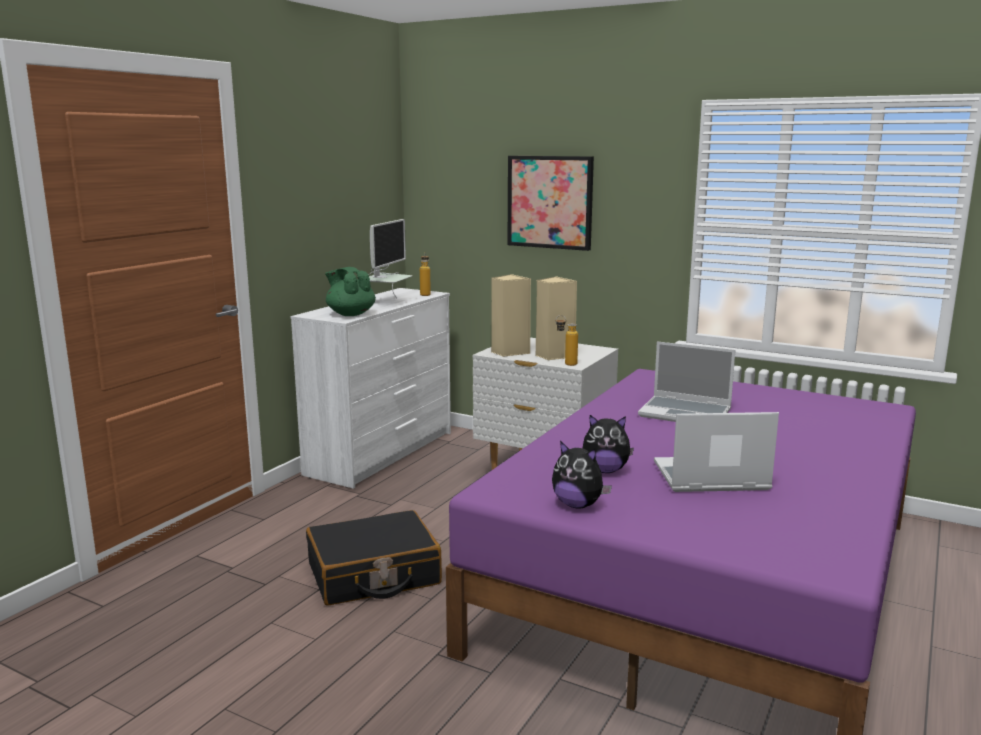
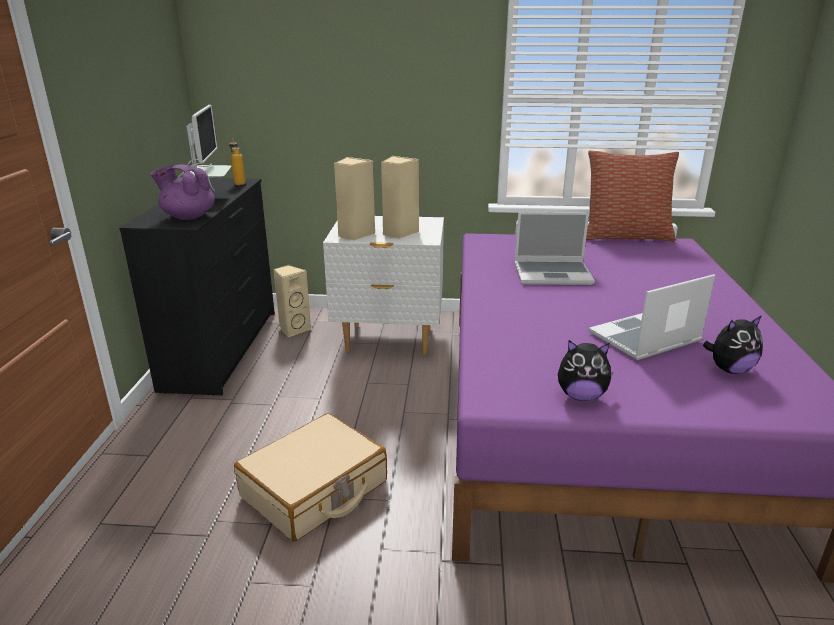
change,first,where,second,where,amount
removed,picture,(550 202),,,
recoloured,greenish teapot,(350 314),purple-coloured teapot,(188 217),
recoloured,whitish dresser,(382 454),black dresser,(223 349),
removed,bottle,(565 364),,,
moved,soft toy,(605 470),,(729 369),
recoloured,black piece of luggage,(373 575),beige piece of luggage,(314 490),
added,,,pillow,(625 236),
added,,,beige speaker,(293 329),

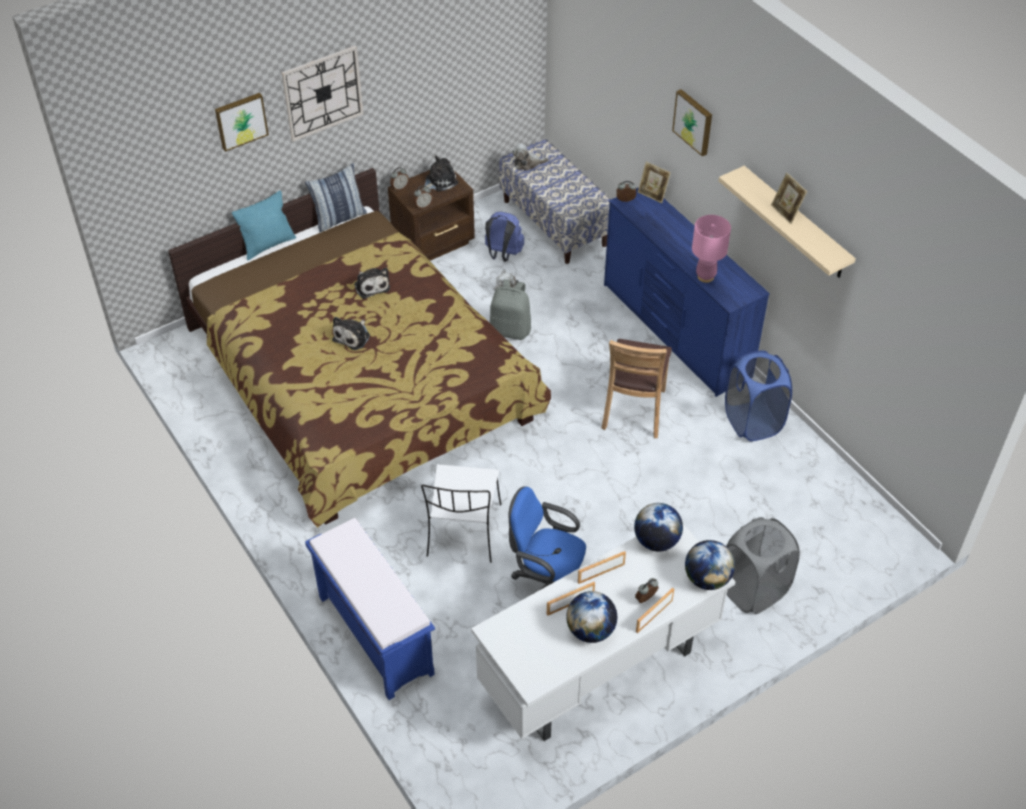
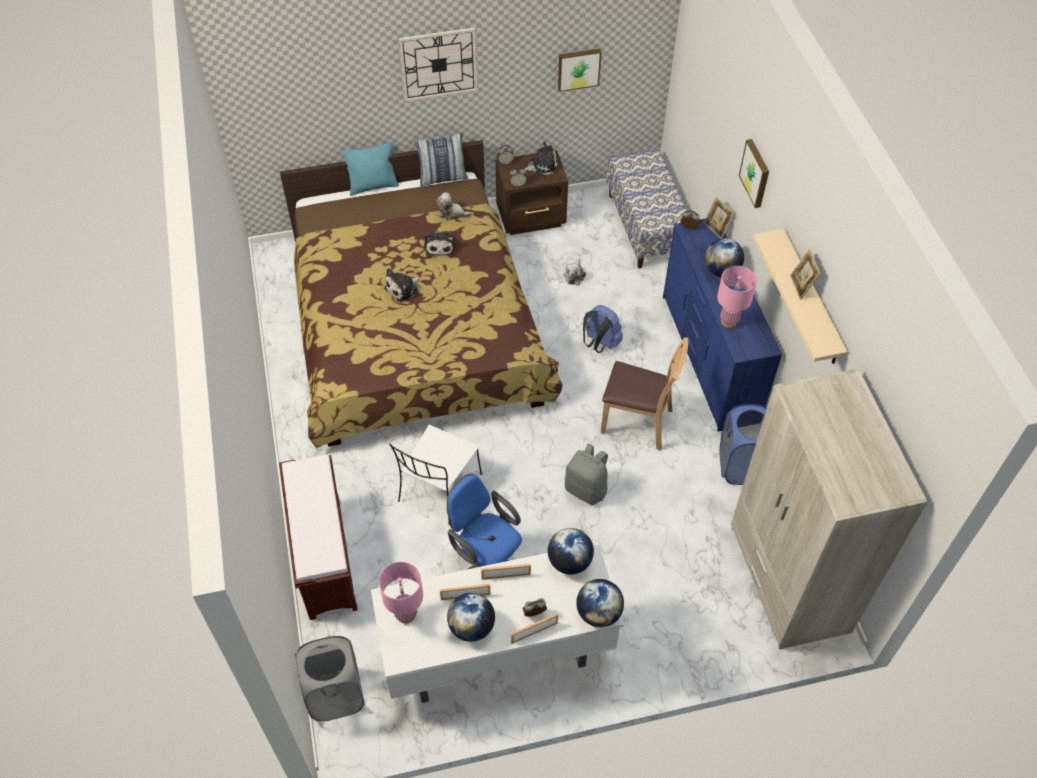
change,first,where,second,where,amount
moved,picture,(240 120),,(578 68),
moved,soft toy,(527 164),,(452 213),
moved,bluish backpack,(502 254),,(600 344),
moved,gray backpack,(511 330),,(586 489),
turned,brownish plain chair,(634 410),,(637 422),105 degrees counterclockwise
moved,gray hamper,(753 590),,(336 695),
recoloured,bluish bench,(374 634),brownish bench,(324 557),
added,,,desk globe,(721 271),
added,,,beige armoire,(788 579),
added,,,pinkish tabletop lamp,(406 614),

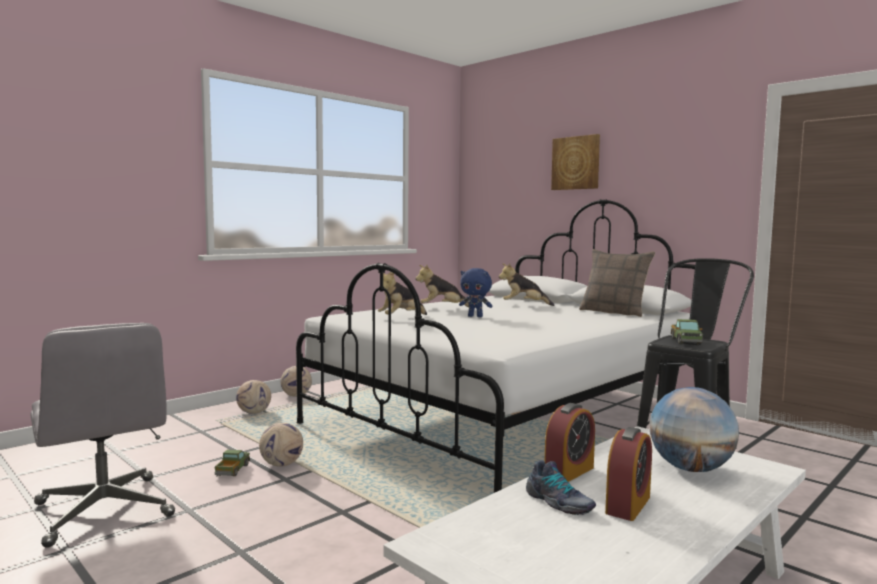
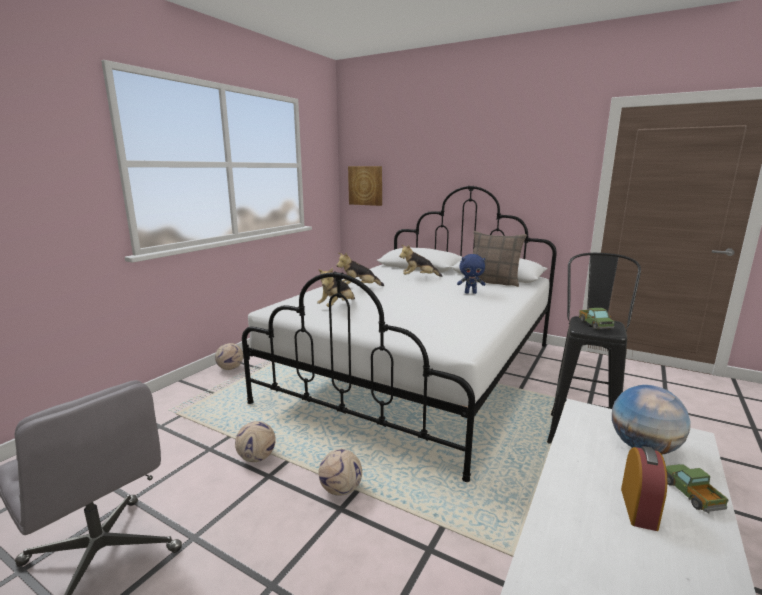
change,first,where,second,where,amount
moved,picture,(576 163),,(365 185),
moved,bluish soft toy,(475 316),,(470 293),
moved,football ball,(254 413),,(341 490),
removed,bedside clock,(569 472),,,
moved,model truck,(232 470),,(691 494),
removed,shoe,(558 503),,,

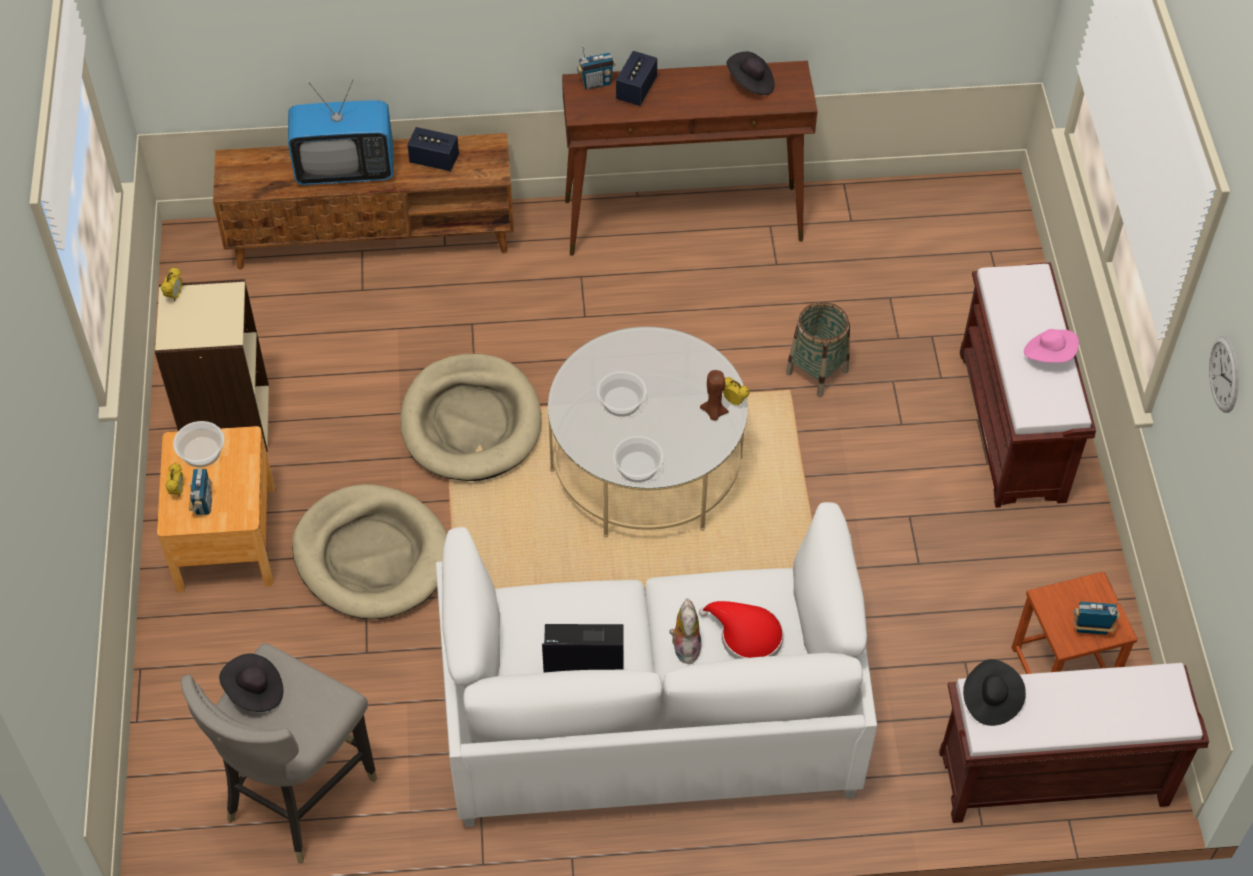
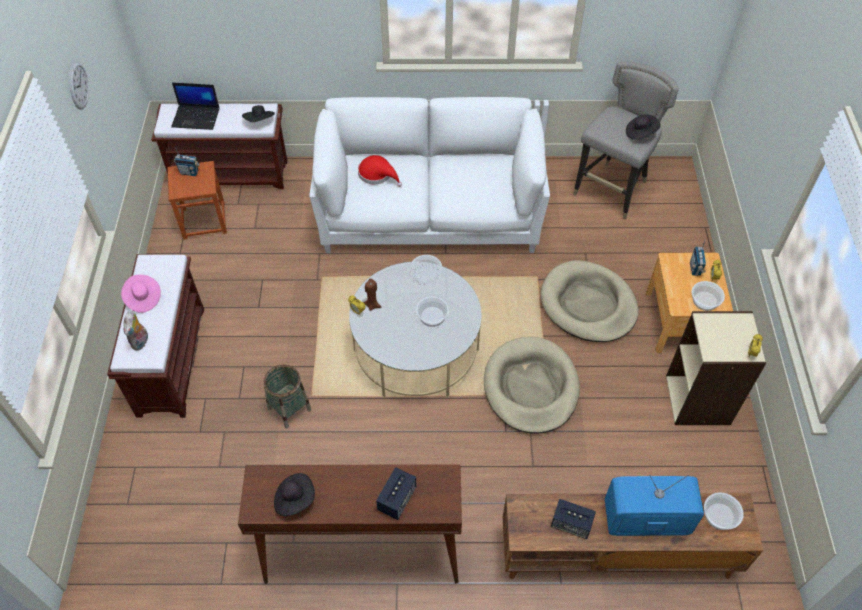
change,first,where,second,where,amount
removed,radio,(596 83),,,
moved,soft toy,(684 647),,(141 342),
moved,notebook computer,(582 651),,(196 117),
added,,,serving bowl,(719 516),

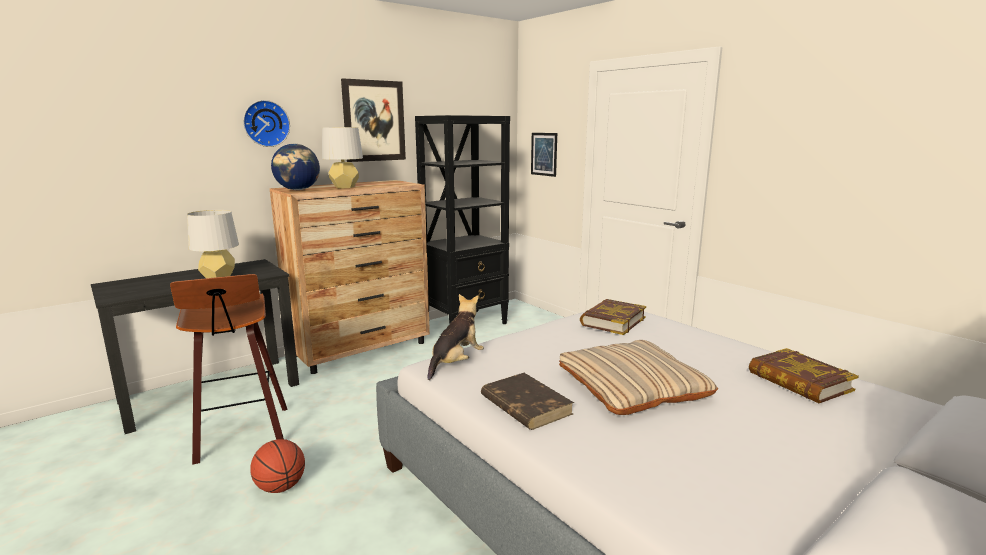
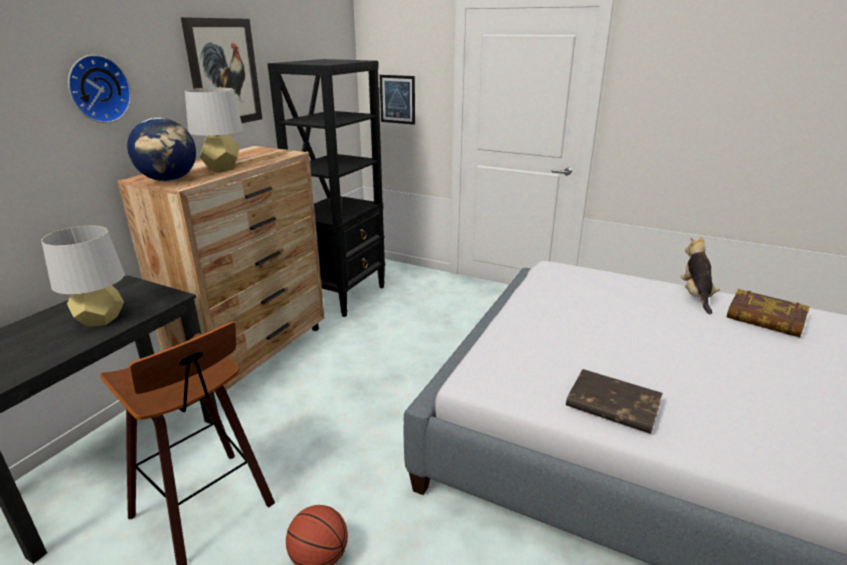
change,first,where,second,where,amount
moved,soft toy,(456 363),,(695 296),
removed,bound book,(612 321),,,
removed,beige pillow,(632 385),,,

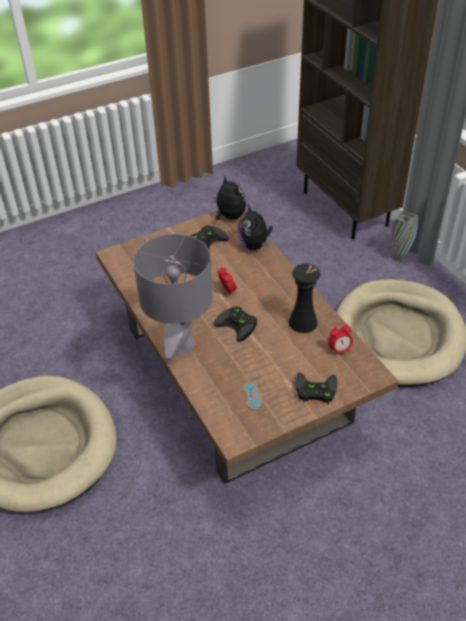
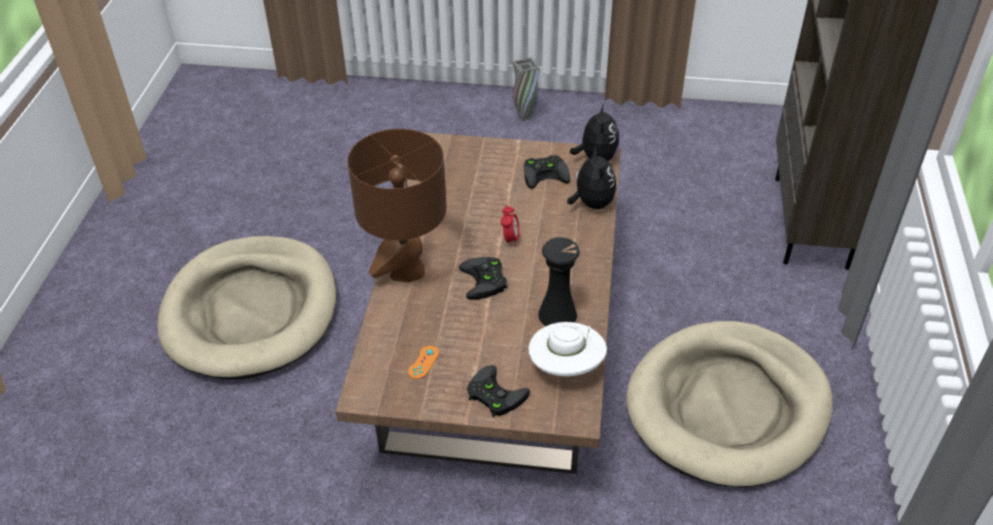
change,first,where,second,where,amount
turned,soft toy,(254 245),,(591 203),150 degrees clockwise
moved,gray vase,(398 258),,(525 117),
recoloured,gray tabletop lamp,(180 345),brownish tabletop lamp,(406 270),
replaced,bedside clock,(339 350),whitish wearable hat,(566 367),
recoloured,gray gamepad,(252 396),orange-coloured gamepad,(423 362),

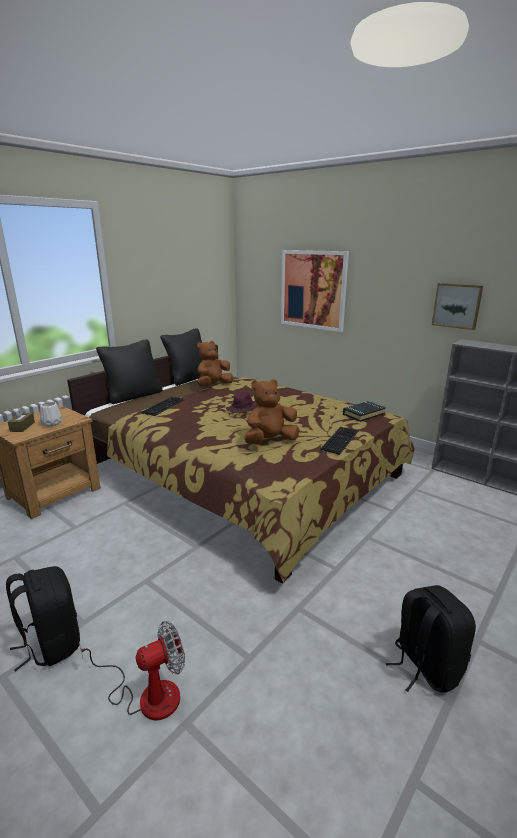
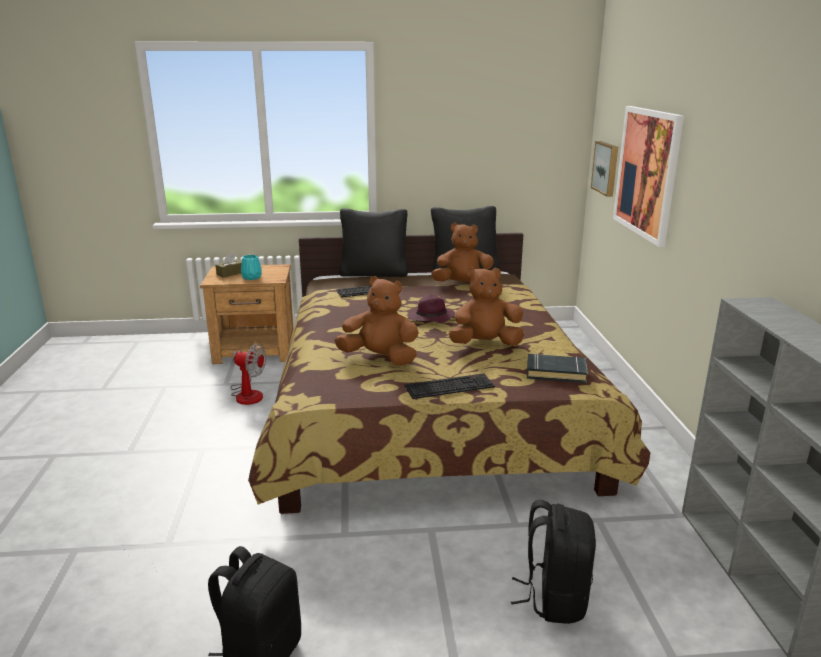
change,first,where,second,where,amount
moved,picture,(457 305),,(606 168),
recoloured,whitish vase,(51 423),turquoise-coloured vase,(252 277),
moved,black backpack,(51 644),,(554 598),
moved,fan,(147 694),,(247 393),
added,,,brownish soft toy,(485 344),

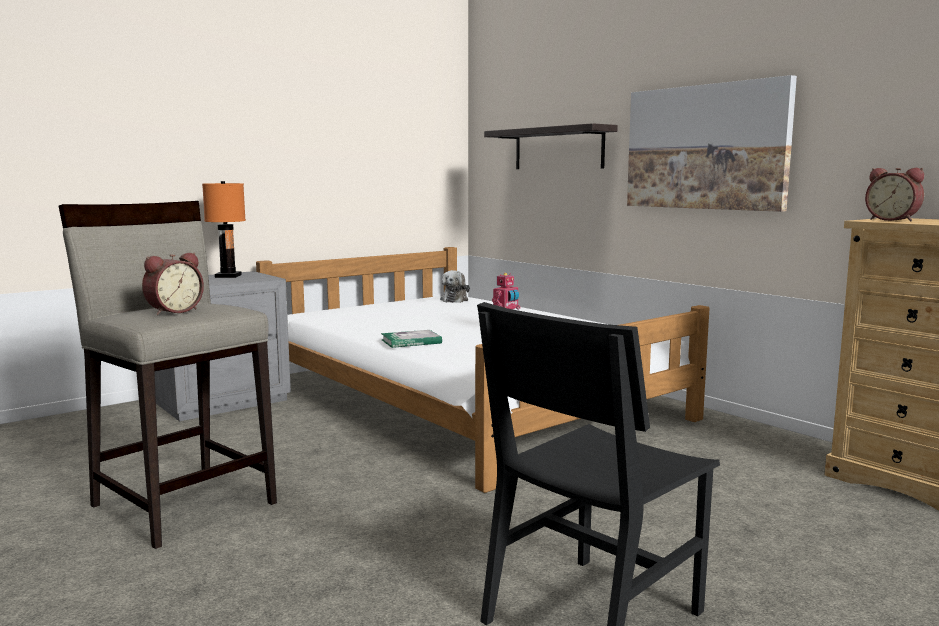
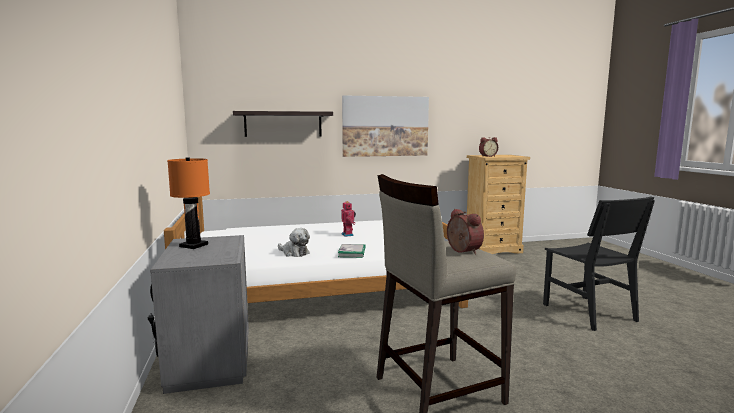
change,first,where,second,where,amount
moved,soft toy,(455 300),,(294 253),

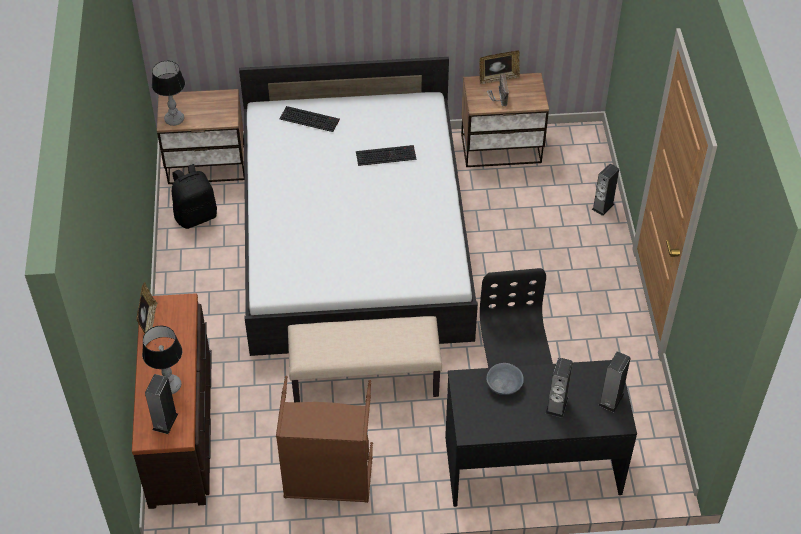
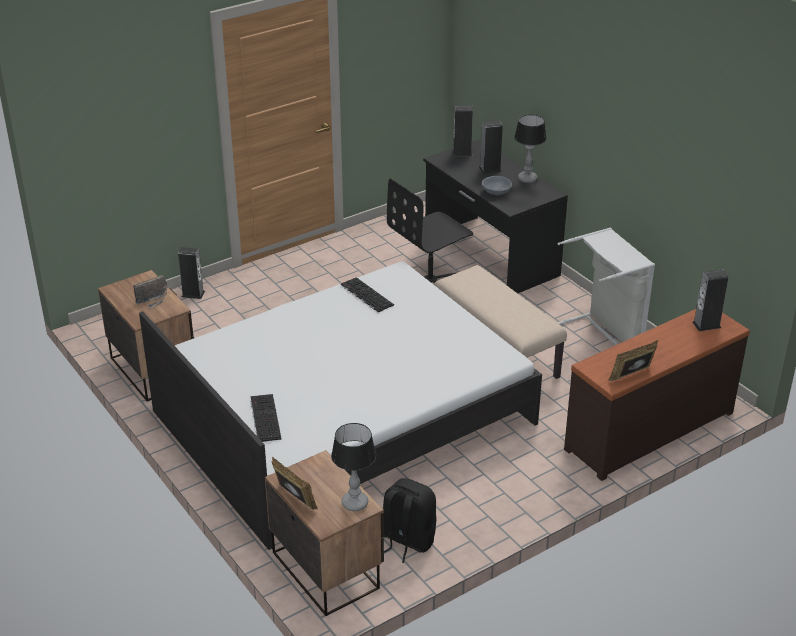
change,first,where,second,where,amount
moved,picture frame,(498 78),,(294 500),
moved,PC keyboard,(386 155),,(365 295),
moved,tabletop lamp,(170 385),,(527 179),
recoloured,brownish hamper,(328 480),gray hamper,(604 336),

